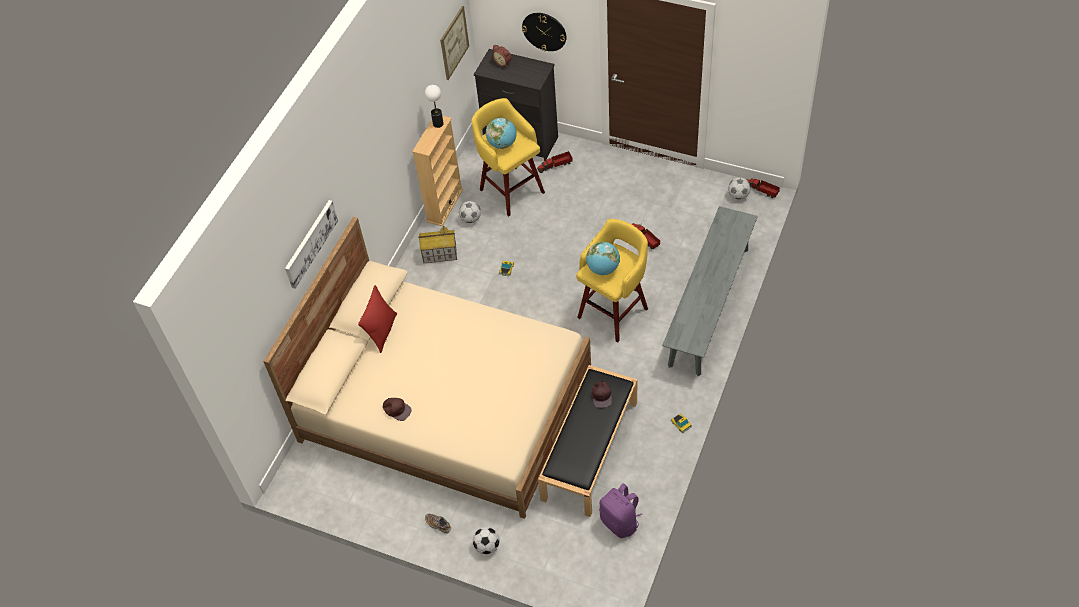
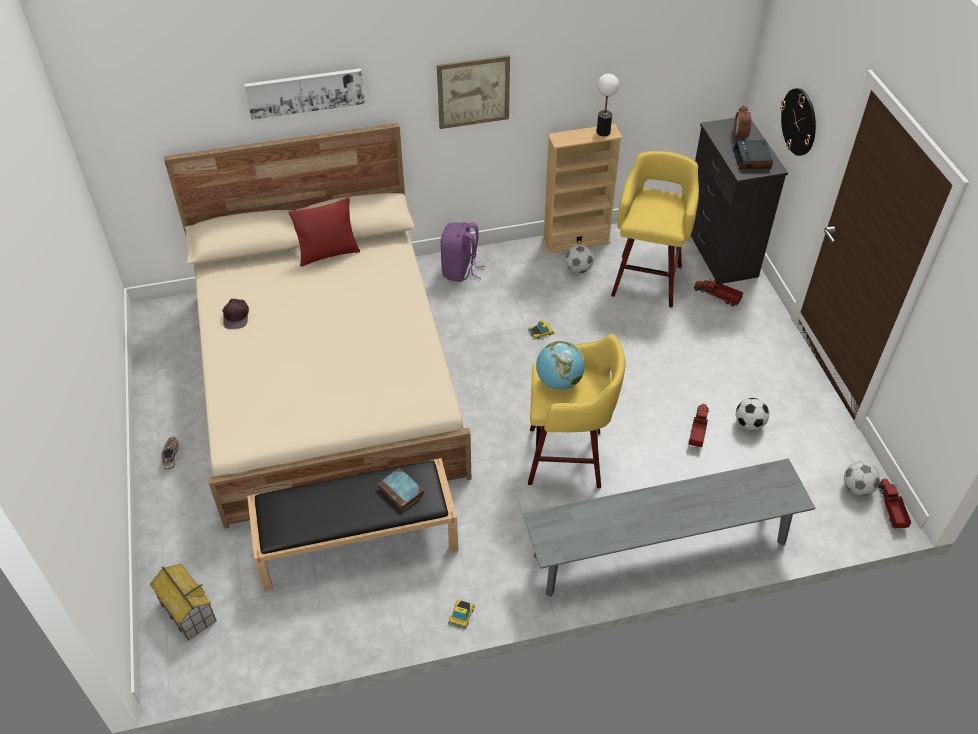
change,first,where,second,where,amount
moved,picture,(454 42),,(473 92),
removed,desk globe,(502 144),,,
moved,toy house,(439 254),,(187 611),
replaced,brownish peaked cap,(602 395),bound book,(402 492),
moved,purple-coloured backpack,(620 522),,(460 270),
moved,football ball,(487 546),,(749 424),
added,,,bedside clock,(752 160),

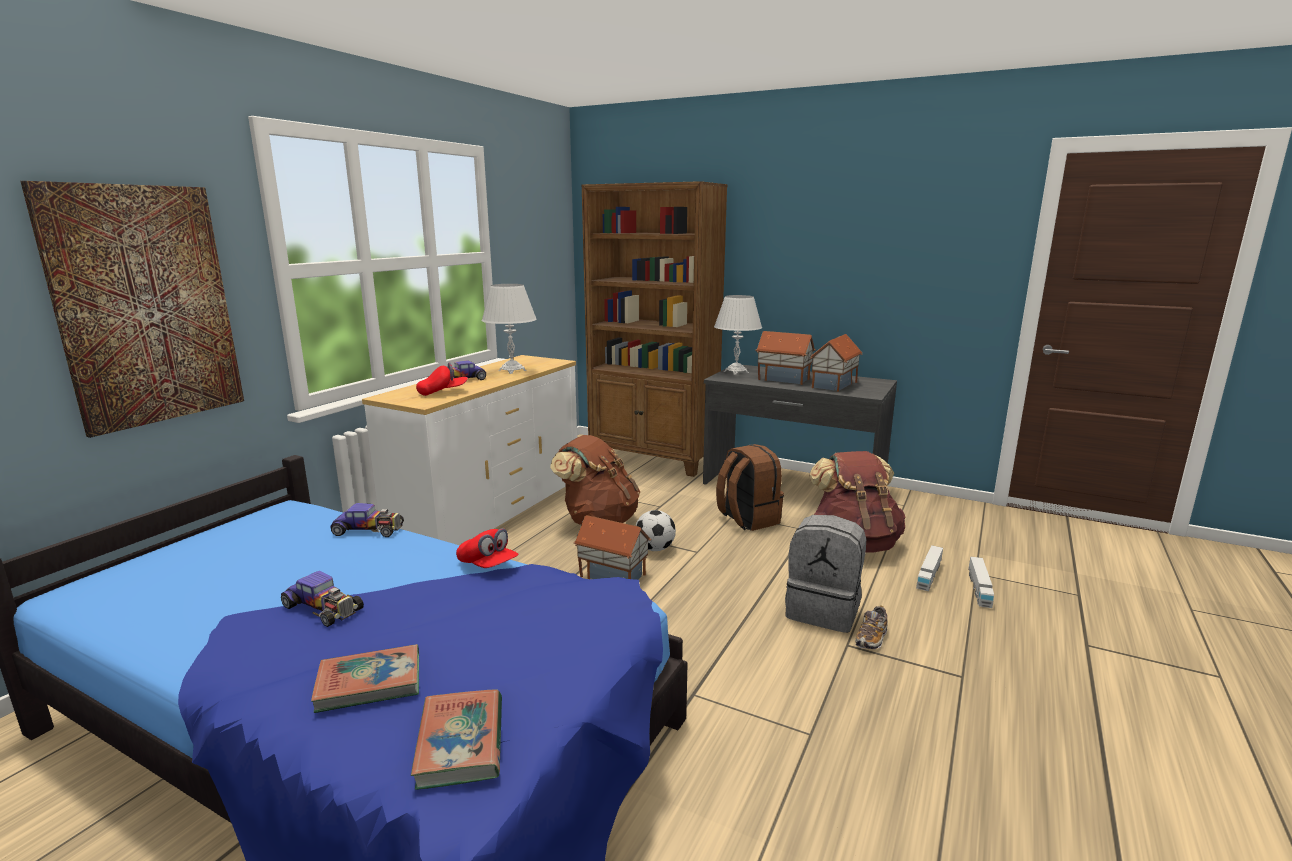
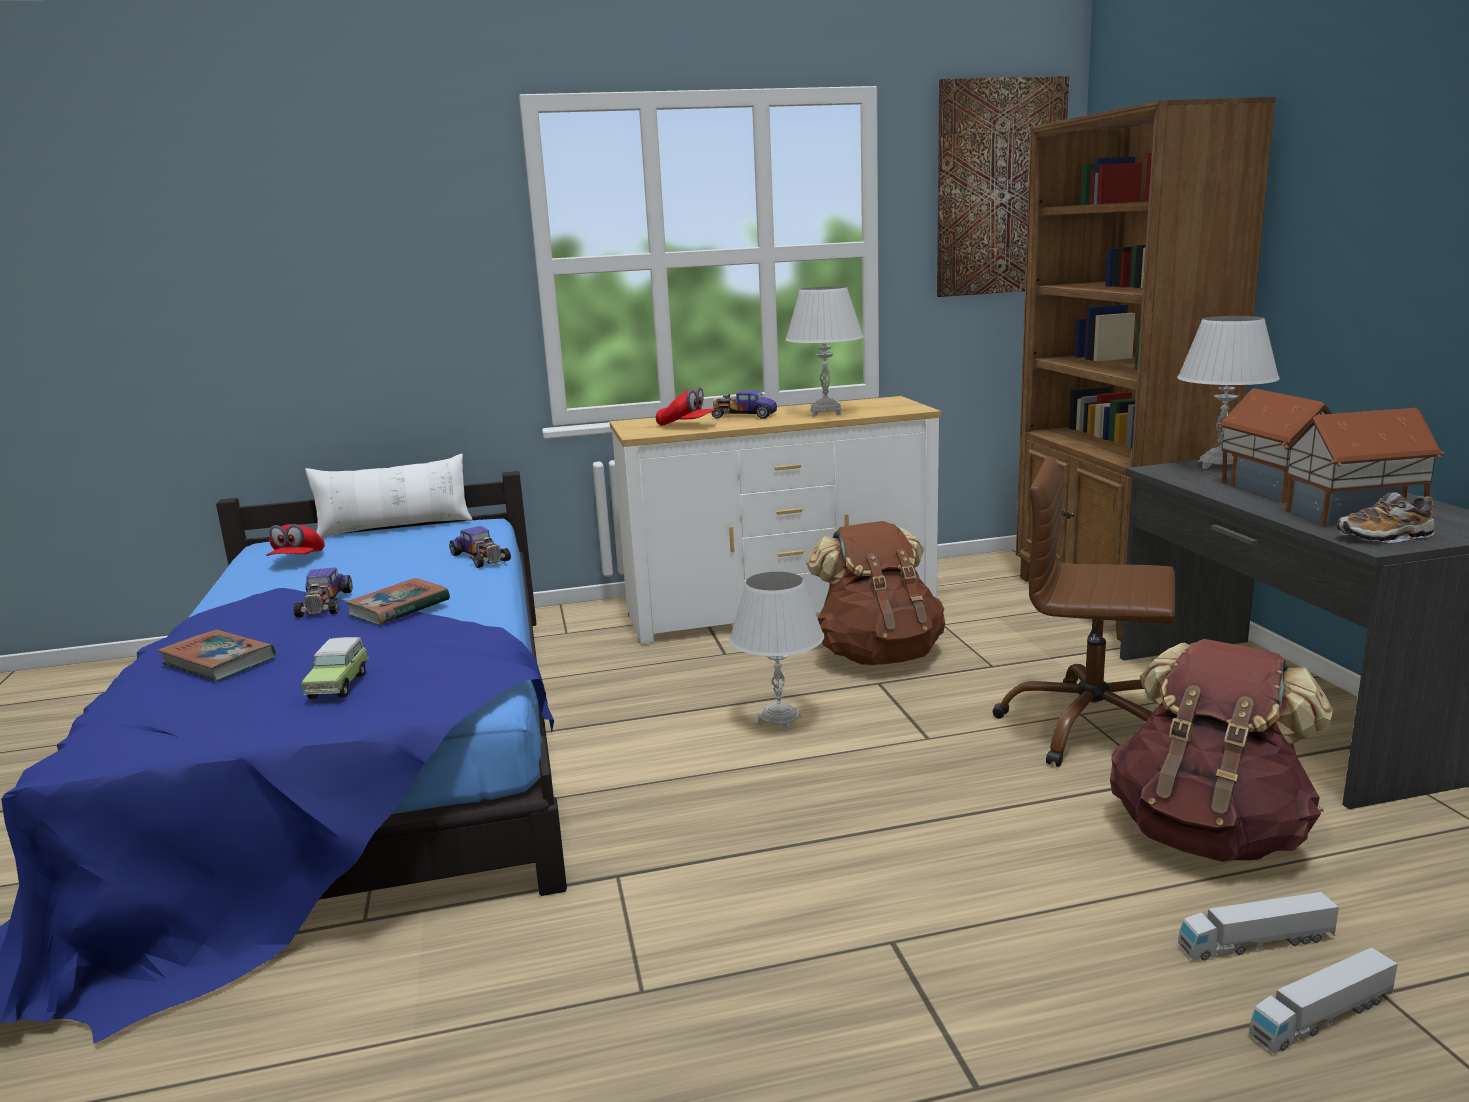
change,first,where,second,where,amount
moved,picture,(145 306),,(1000 188),
replaced,brownish backpack,(747 519),brownish office chair,(1090 728),
removed,football ball,(655 549),,,
replaced,toy house,(613 574),whitish tabletop lamp,(779 720),
removed,gray backpack,(823 610),,,
moved,reddish peaked cap,(488 565),,(297 560),
moved,shoe,(871 638),,(1384 537),
moved,bound book,(461 743),,(399 608),
added,,,whitish pillow,(395 528),
added,,,miniature car,(339 684),

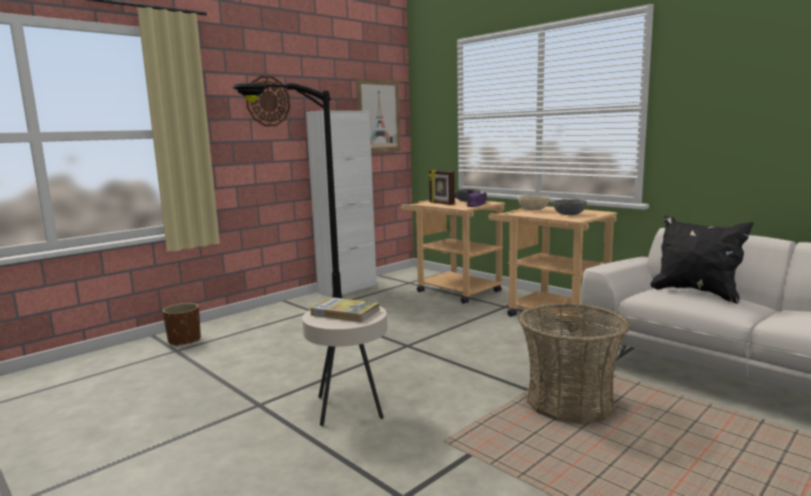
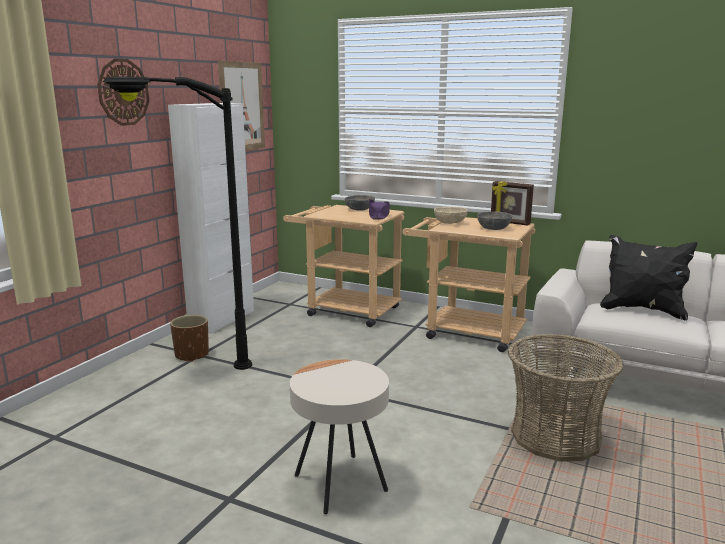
change,first,where,second,where,amount
moved,picture frame,(441 203),,(509 223),
removed,bound book,(345 312),,,
moved,brownish planter,(184 341),,(192 355),

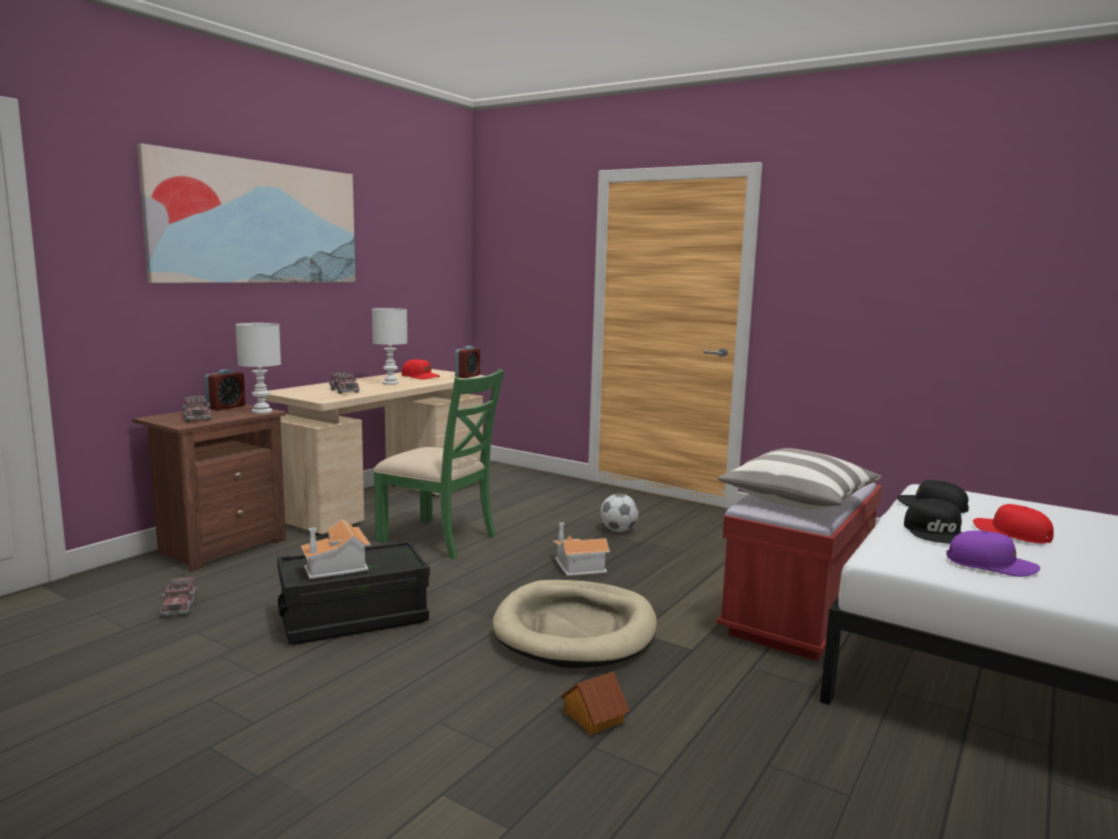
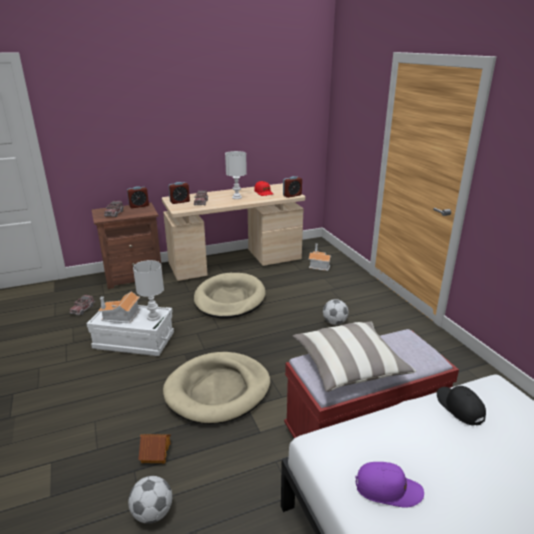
change,first,where,second,where,amount
removed,picture,(259 222),,,
moved,whitish tabletop lamp,(261 412),,(153 317),
replaced,greenish plain chair,(439 538),beige dog bed,(229 299),
removed,black peaked cap,(936 532),,,
removed,reddish peaked cap,(1011 534),,,
moved,toy house,(576 566),,(318 265),
turned,purple-coloured peaked cap,(991 565),,(388 489),45 degrees counterclockwise
recoloured,black storage container,(354 618),whitish storage container,(134 341),
added,,,bedside clock,(180 201),
added,,,football ball,(153 513),

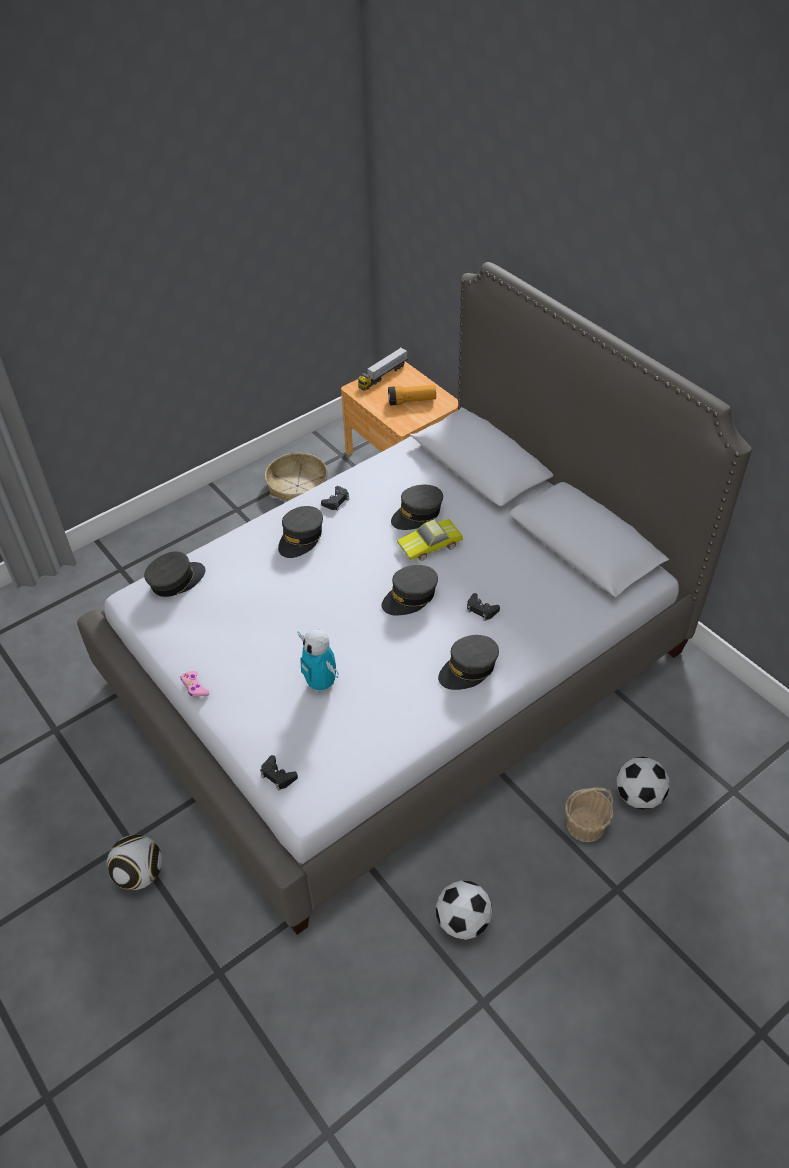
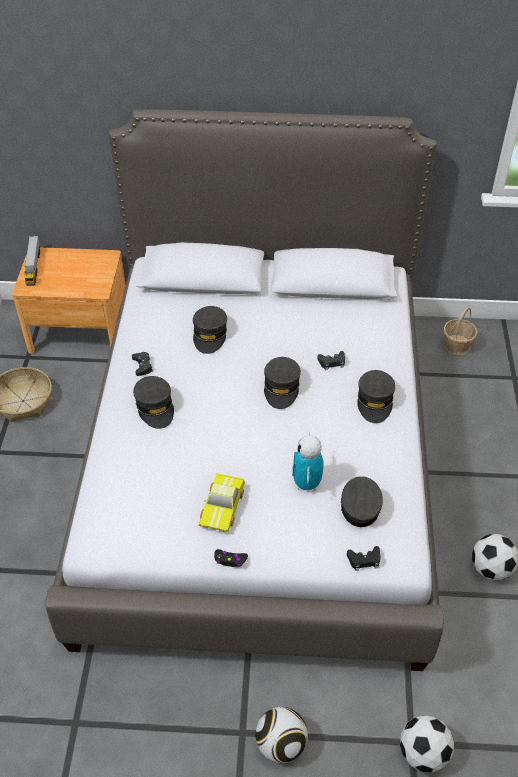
change,first,where,second,where,amount
removed,torch,(411 401),,,
moved,miniature car,(431 545),,(223 507),
moved,gray peaked cap,(176 580),,(359 505),
turned,model robot,(321 684),,(306 484),90 degrees clockwise
recoloured,pinkish gamepad,(194 687),black gamepad,(230 560),
moved,football ball,(638 796),,(423 753),
moved,household basket,(586 825),,(457 345),

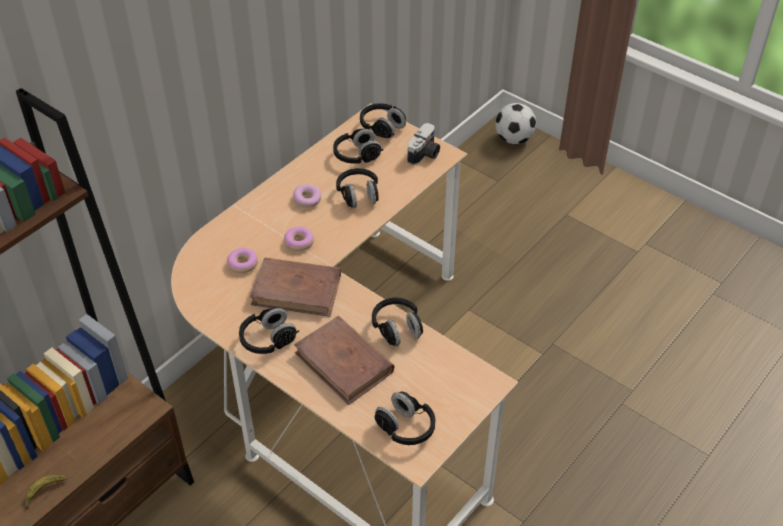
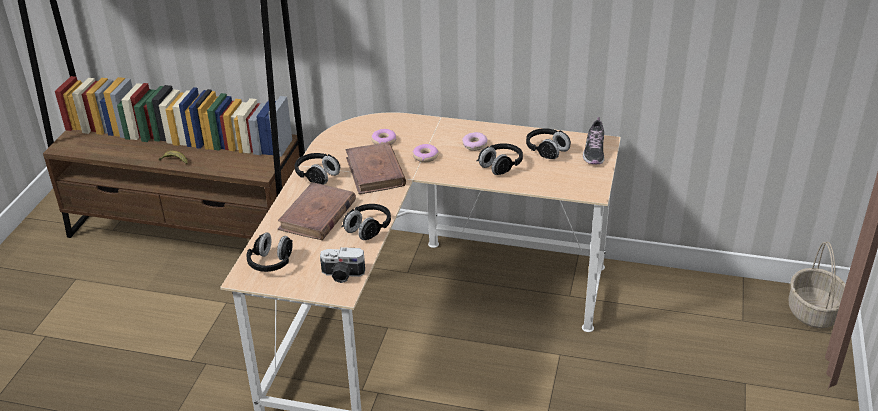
change,first,where,second,where,amount
replaced,black pair of headphones,(382 128),shoe,(594 151),
replaced,football ball,(514 139),household basket,(814 313),
moved,still camera,(425 154),,(342 275),

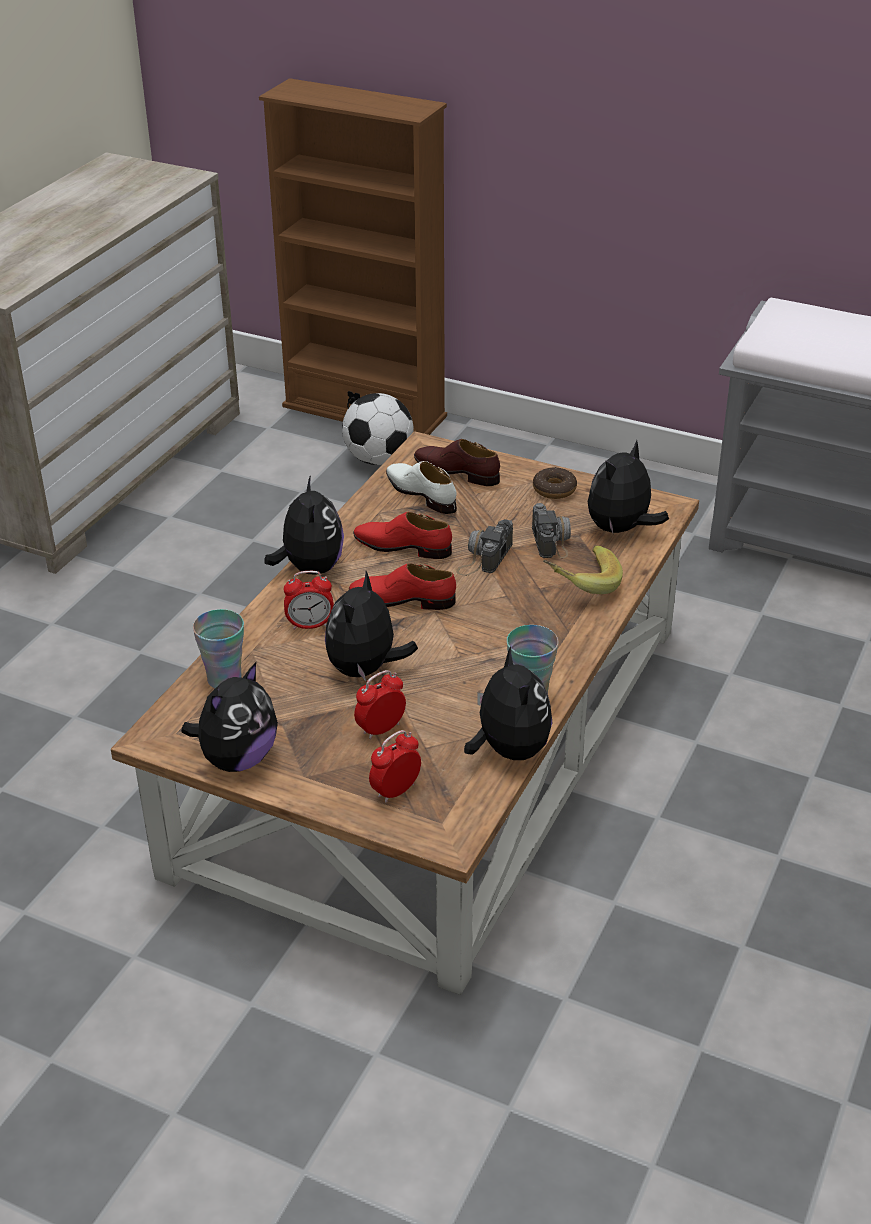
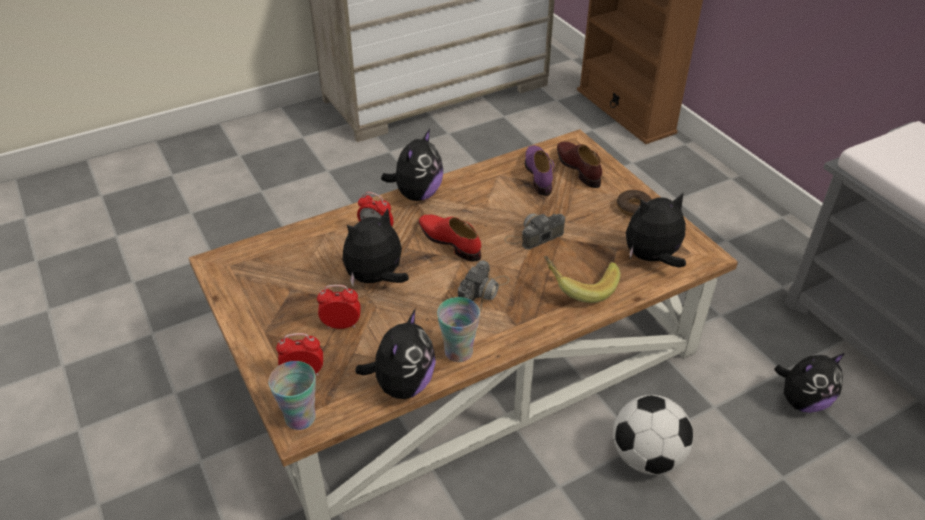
change,first,where,second,where,amount
moved,football ball,(379 459),,(647 457),
recoloured,whitish shoe,(421 494),purple-coloured shoe,(539 173),
moved,still camera,(552 537),,(483 292),
removed,reddish shoe,(402 546),,,
moved,cup,(224 679),,(300 418),
moved,soft toy,(237 758),,(802 401),

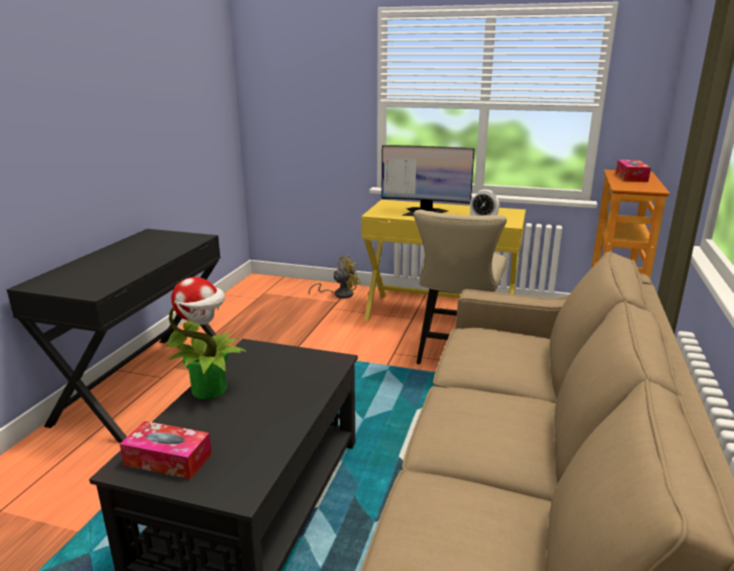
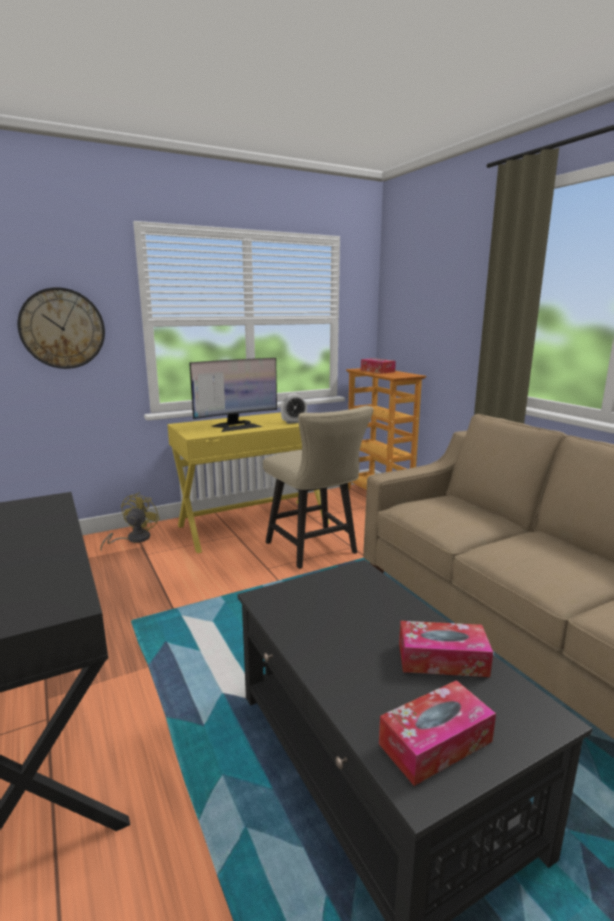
change,first,where,second,where,amount
removed,potted plant,(210 389),,,
added,,,clock on the wall,(62 328),
added,,,box of tissues,(442 659),

